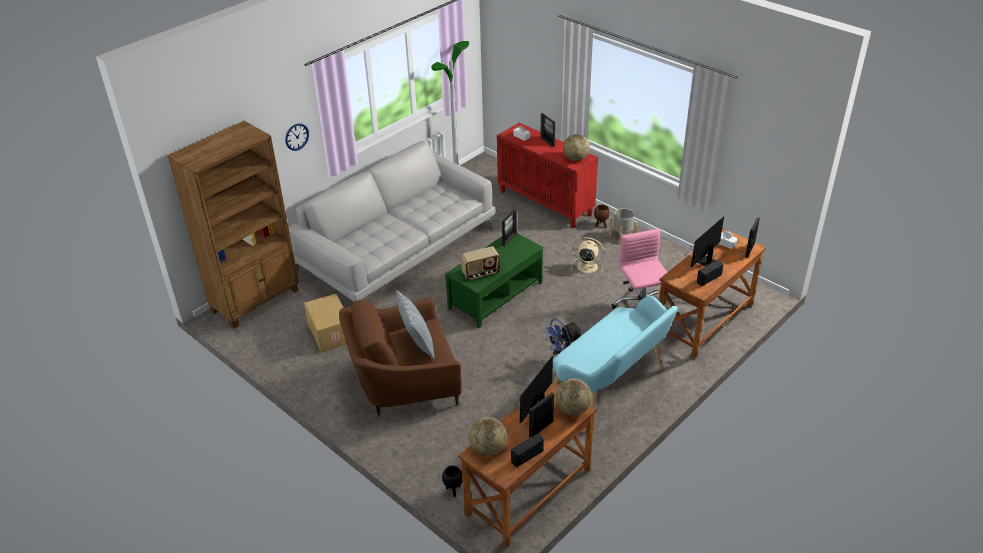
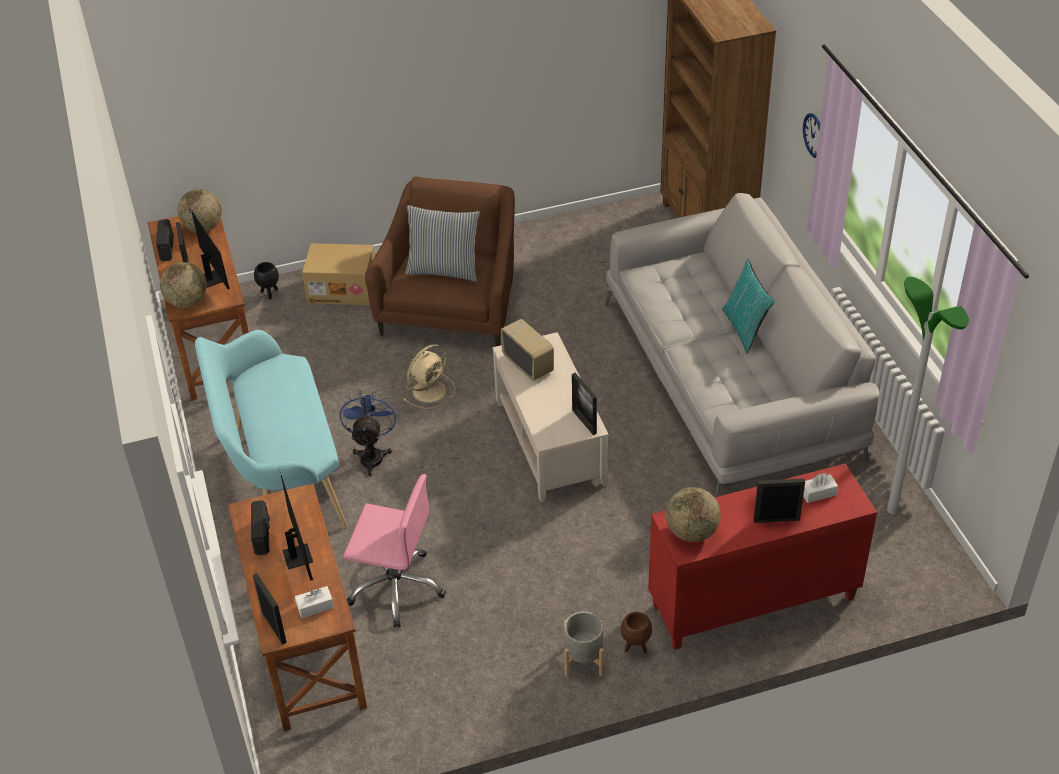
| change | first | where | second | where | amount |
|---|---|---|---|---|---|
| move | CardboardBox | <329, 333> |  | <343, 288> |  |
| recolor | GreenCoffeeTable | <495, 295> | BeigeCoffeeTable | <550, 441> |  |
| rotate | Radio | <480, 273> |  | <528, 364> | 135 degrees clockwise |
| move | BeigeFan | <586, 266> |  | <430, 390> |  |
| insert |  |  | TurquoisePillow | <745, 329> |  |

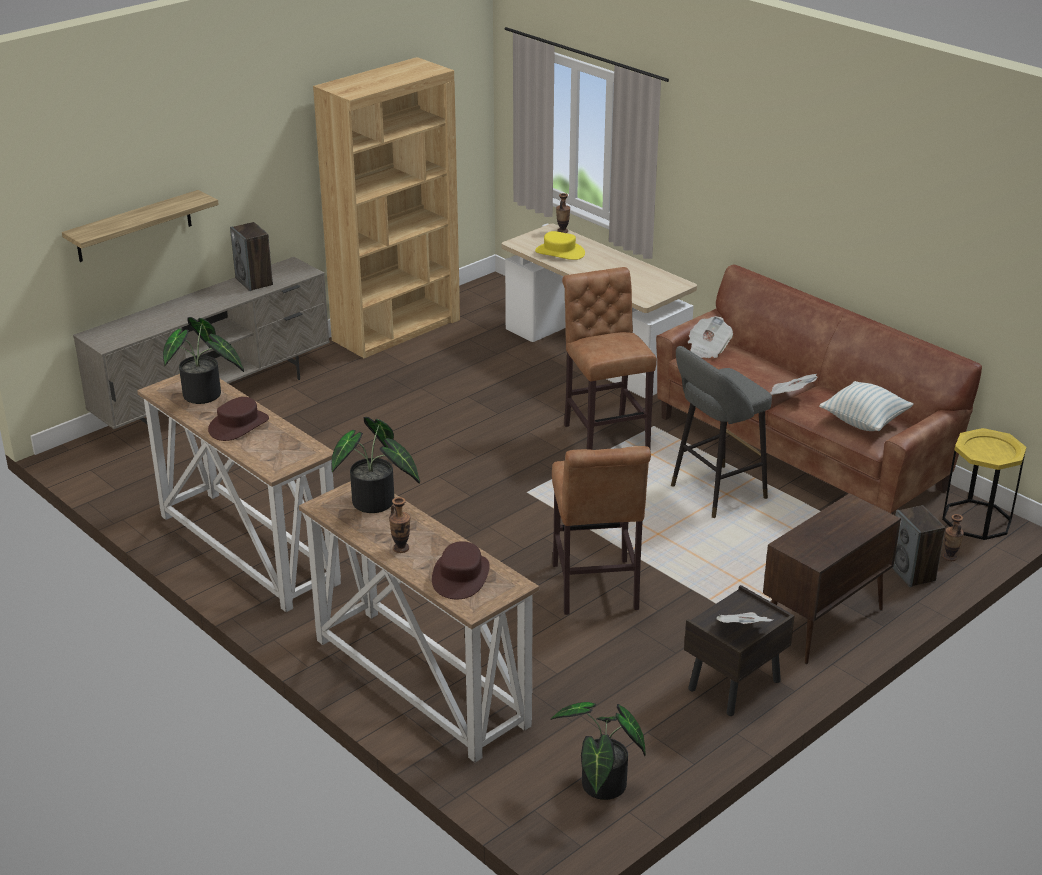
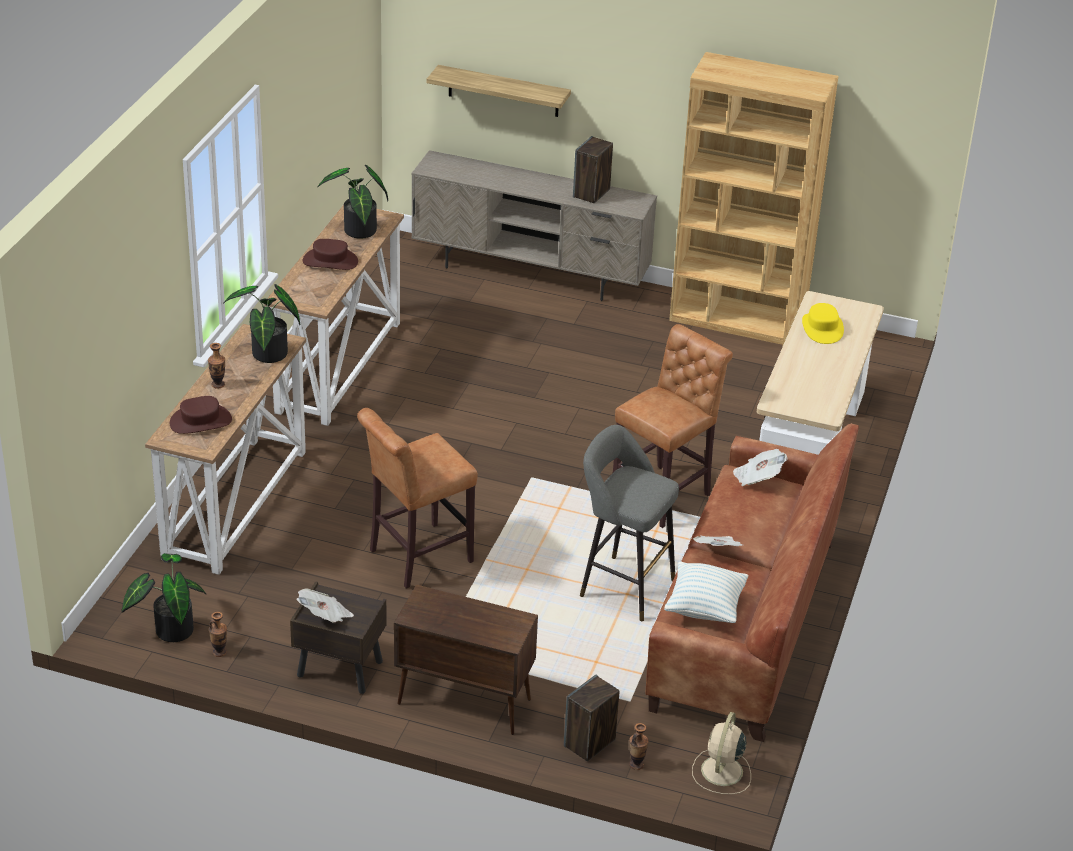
| change | first | where | second | where | amount |
|---|---|---|---|---|---|
| move | Vase | <562, 231> |  | <219, 652> |  |
| replace | YellowSideTable | <976, 520> | BeigeFan | <721, 772> |  |

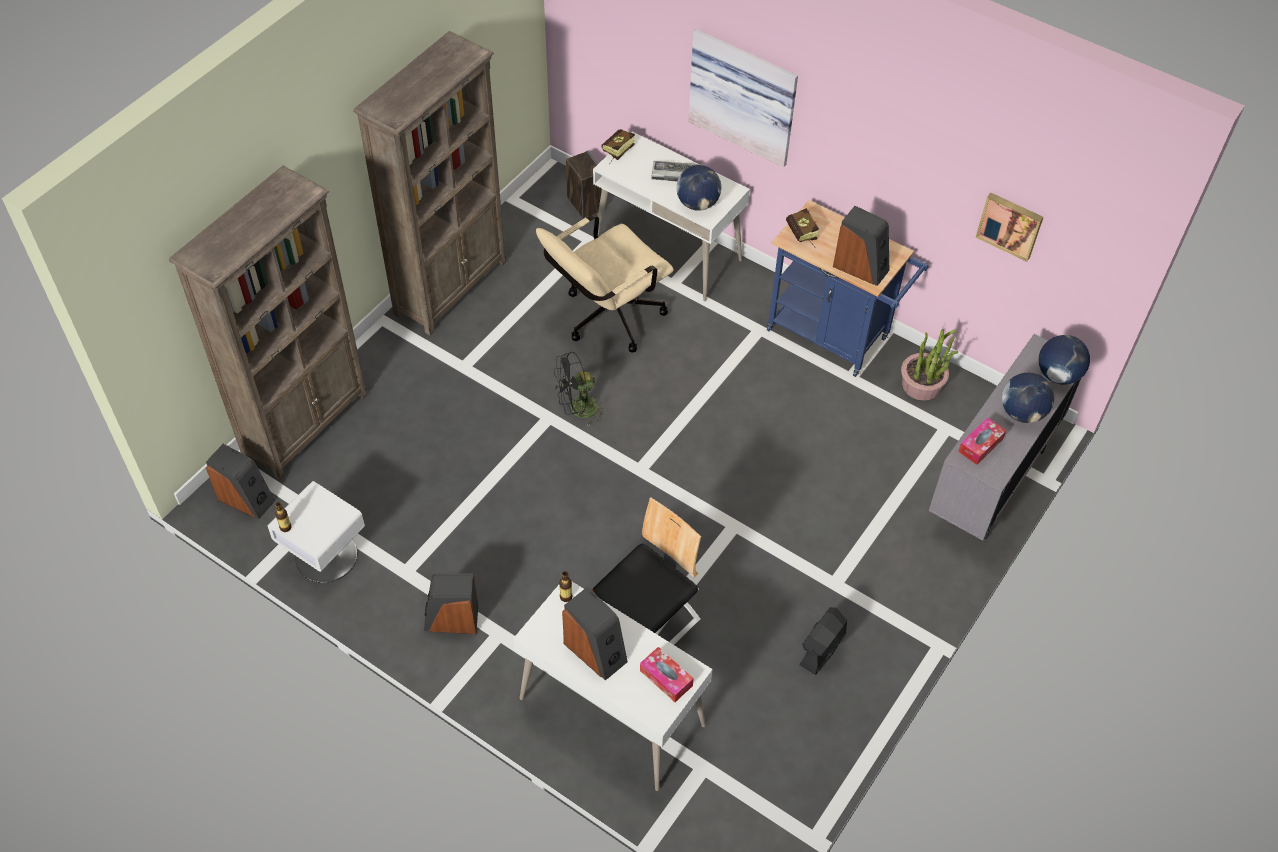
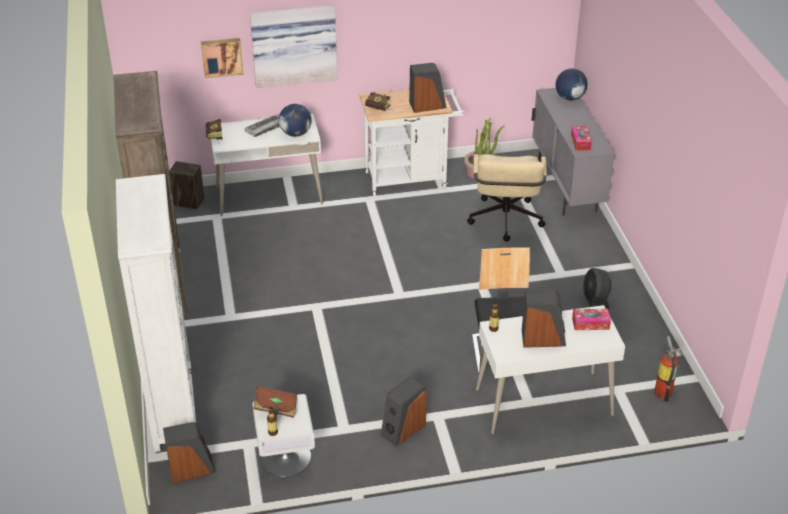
| change | first | where | second | where | amount |
|---|---|---|---|---|---|
| recolor | BrownBookcase | <306, 424> | WhiteBookcase | <173, 407> |  |
| move | BeigeOfficeChair | <605, 319> |  | <505, 223> |  |
| delete | BlackFan | <578, 410> |  |  |  |
| recolor | BlueCart | <834, 337> | WhiteCart | <410, 179> |  |
| move | Picture | <1010, 225> |  | <222, 57> |  |
| delete | Globe | <1022, 412> |  |  |  |
| insert |  |  | BrownBook | <276, 408> |  |
| insert |  |  | FireExtinguisher | <664, 391> |  |

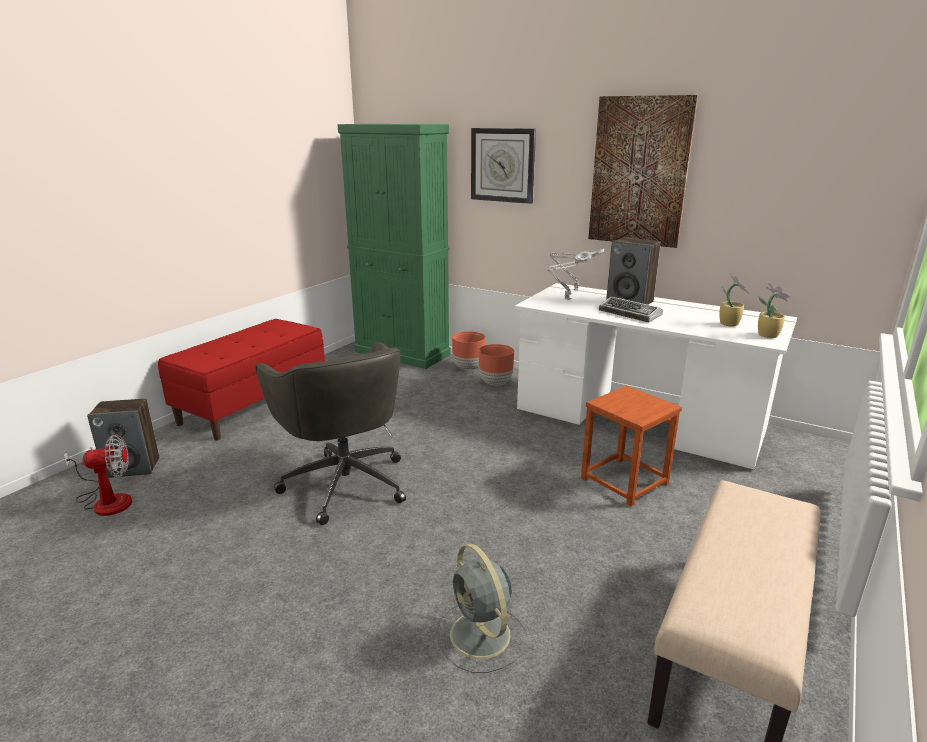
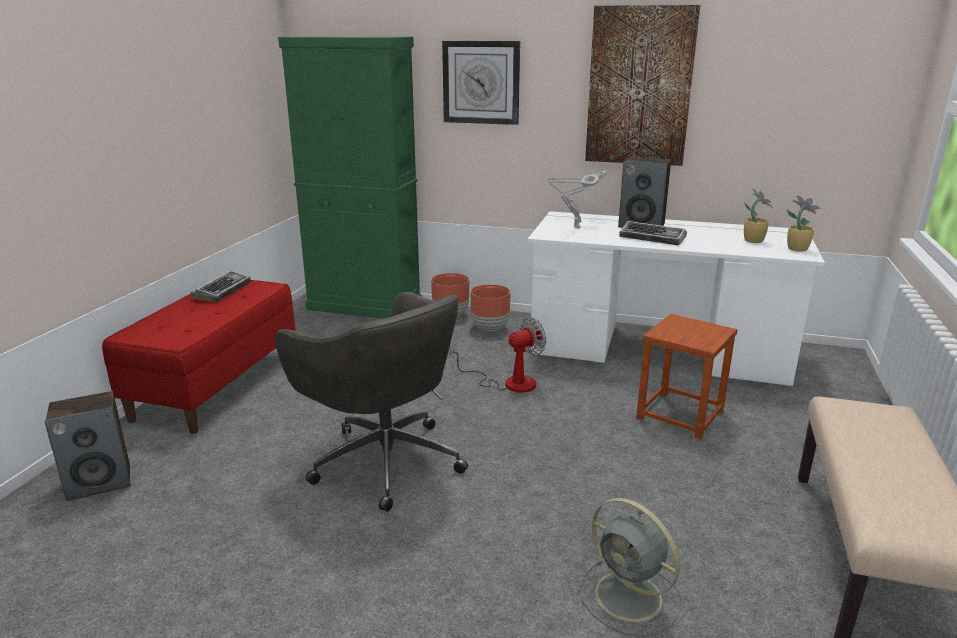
| change | first | where | second | where | amount |
|---|---|---|---|---|---|
| move | Fan | <106, 501> |  | <509, 383> |  |
| insert |  |  | Keyboard | <222, 291> |  |

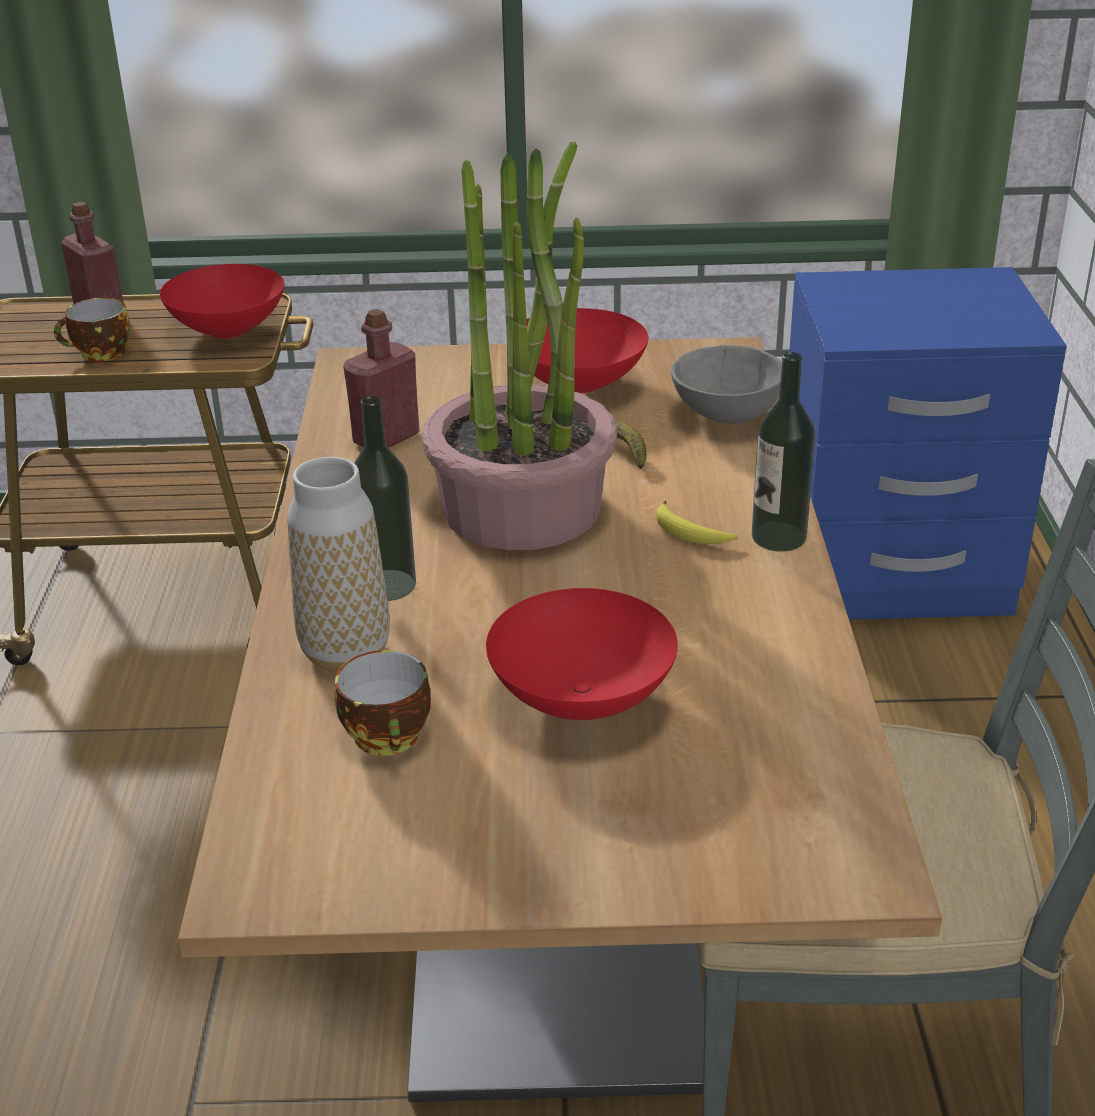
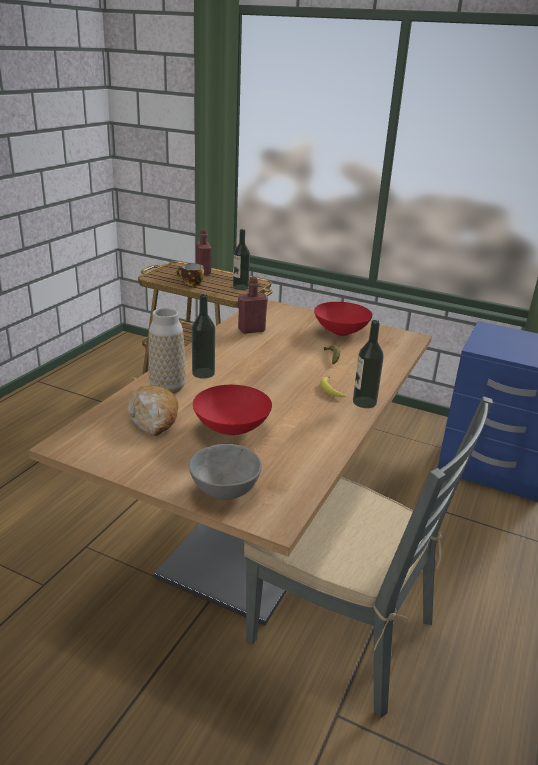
| change | first | where | second | where | amount |
|---|---|---|---|---|---|
| replace | RedBowl | <230, 330> | Bottle | <240, 287> |  |
| replace | Cup | <390, 738> | Bread | <154, 417> |  |
| delete | PottedPlant | <522, 506> |  |  |  |
| move | GreyBowl | <725, 417> |  | <223, 491> |  |

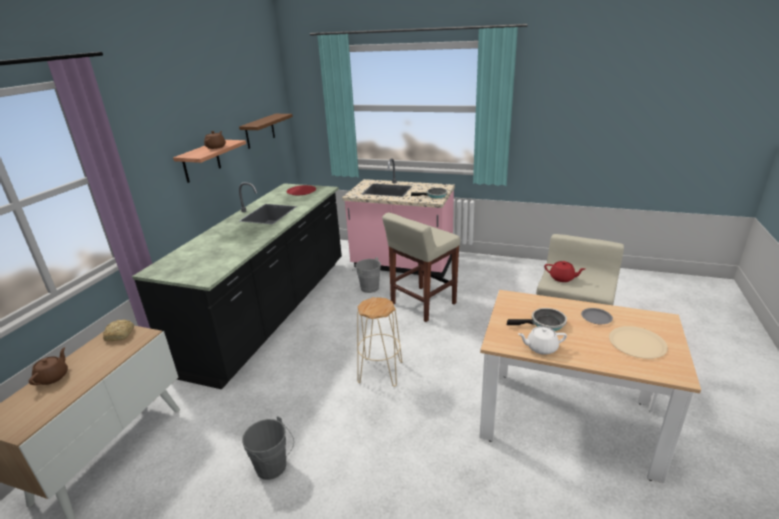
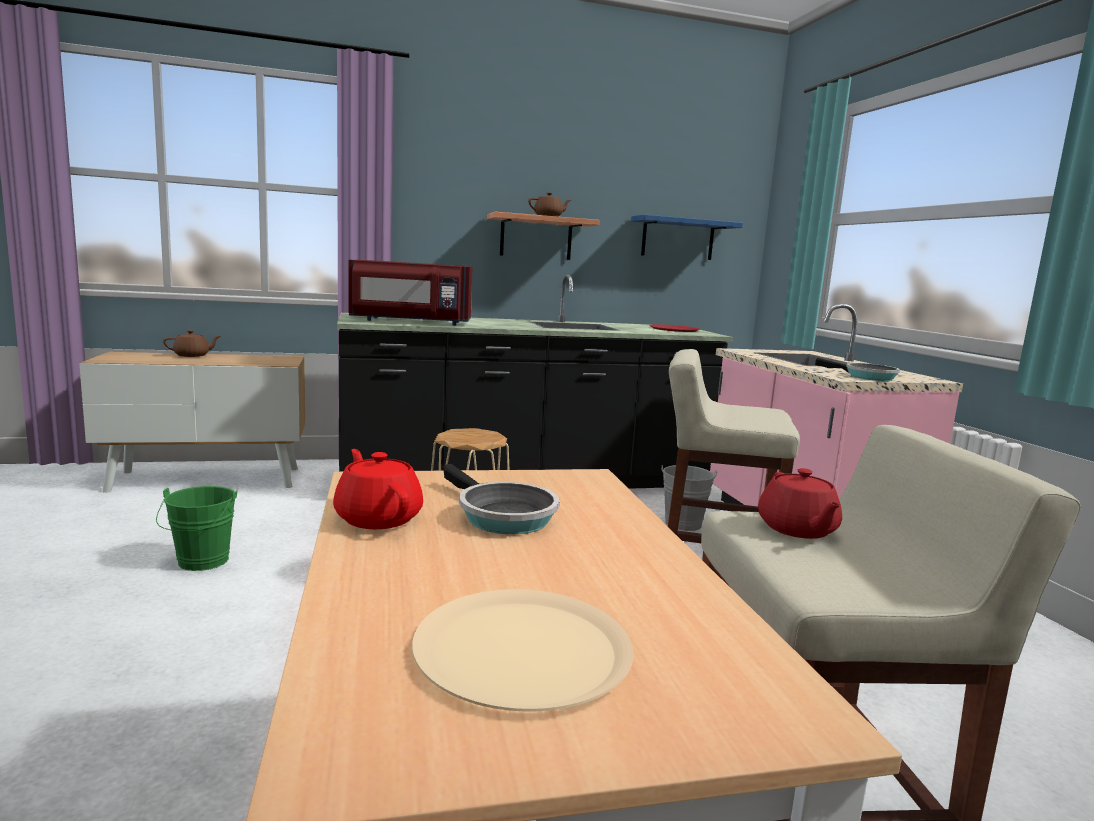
| change | first | where | second | where | amount |
|---|---|---|---|---|---|
| delete | Bread | <120, 334> |  |  |  |
| recolor | BrownShelf | <260, 131> | BlueShelf | <677, 239> |  |
| recolor | GreyBucket | <274, 468> | GreenBucket | <201, 563> |  |
| recolor | WhiteTeapot | <541, 348> | RedTeapot | <378, 518> |  |
| delete | GreyPlate | <596, 318> |  |  |  |
| insert |  |  | RedMicrowave | <410, 322> |  |

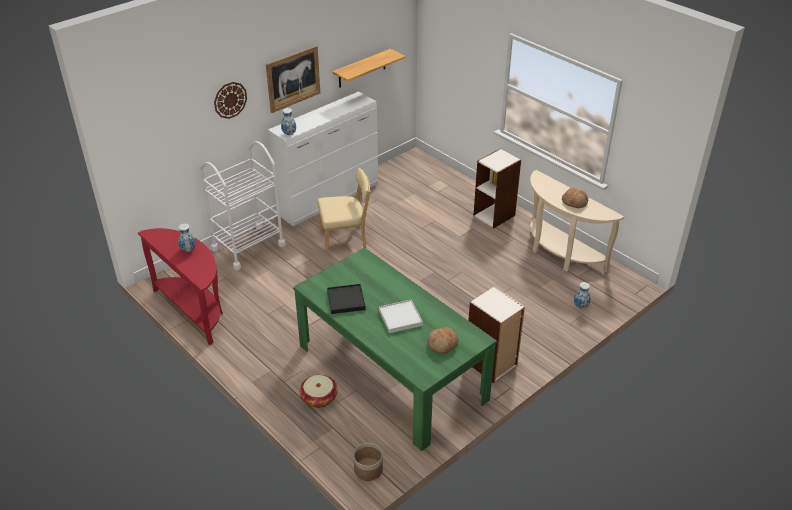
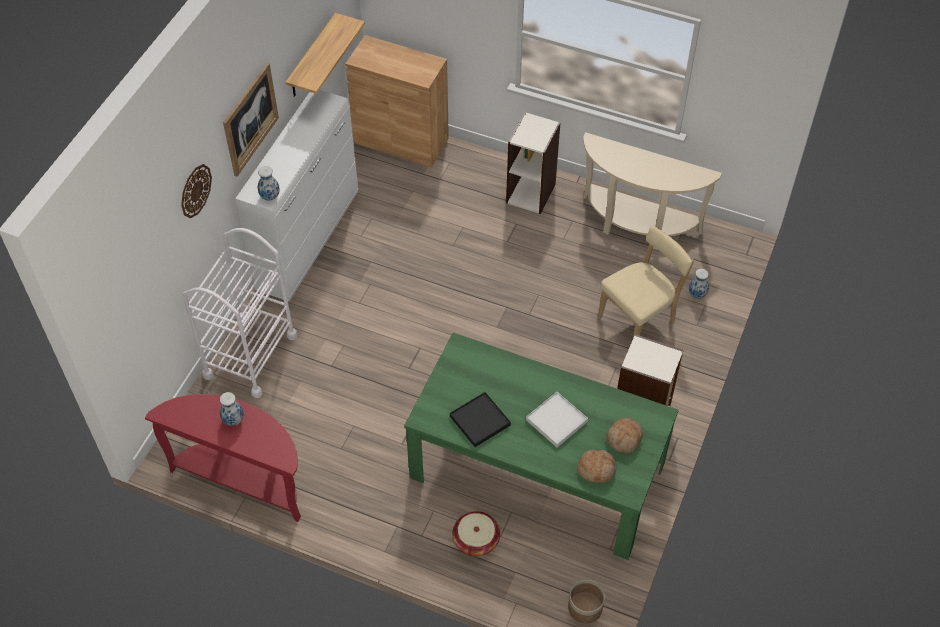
| change | first | where | second | where | amount |
|---|---|---|---|---|---|
| move | BeigeChair | <345, 240> |  | <639, 318> |  |
| move | Bread | <574, 202> |  | <596, 469> |  |
| insert |  |  | BrownCabinet | <401, 140> |  |

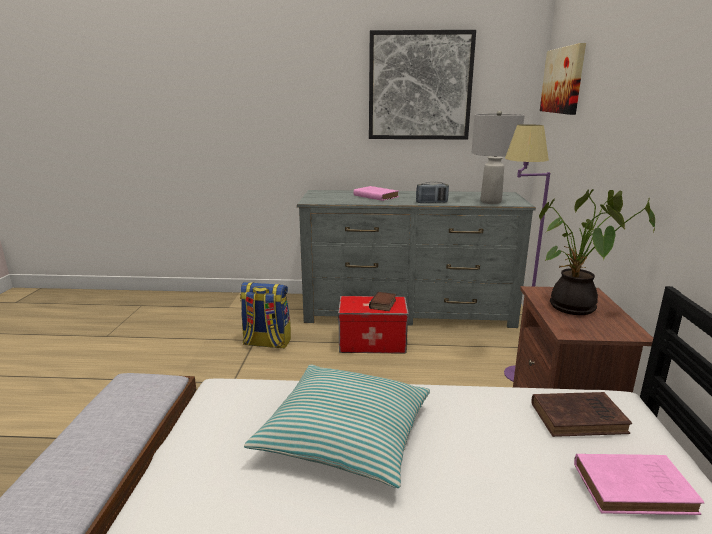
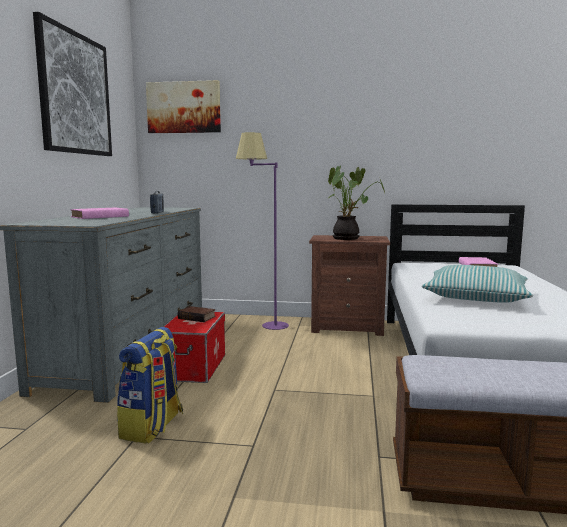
| change | first | where | second | where | amount |
|---|---|---|---|---|---|
| delete | GreyTableLamp | <490, 202> |  |  |  |
| delete | BrownBook | <580, 418> |  |  |  |

